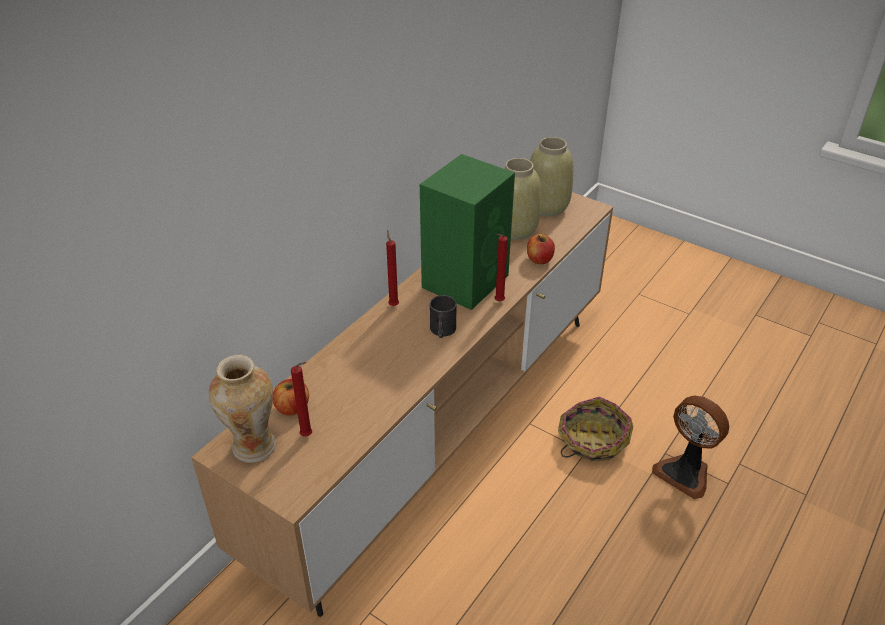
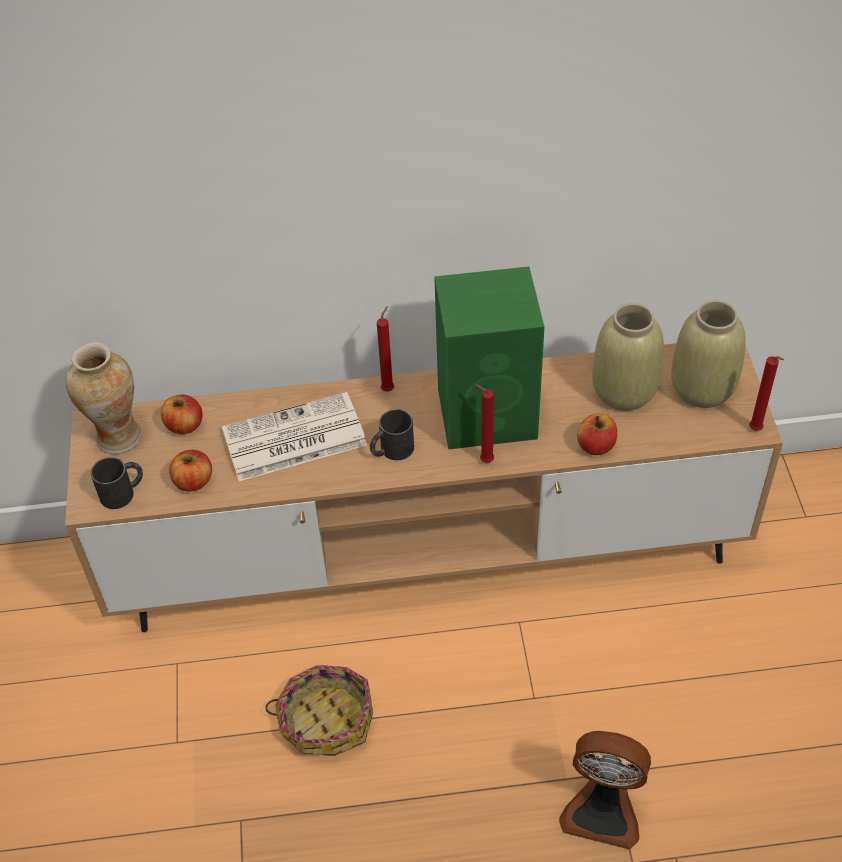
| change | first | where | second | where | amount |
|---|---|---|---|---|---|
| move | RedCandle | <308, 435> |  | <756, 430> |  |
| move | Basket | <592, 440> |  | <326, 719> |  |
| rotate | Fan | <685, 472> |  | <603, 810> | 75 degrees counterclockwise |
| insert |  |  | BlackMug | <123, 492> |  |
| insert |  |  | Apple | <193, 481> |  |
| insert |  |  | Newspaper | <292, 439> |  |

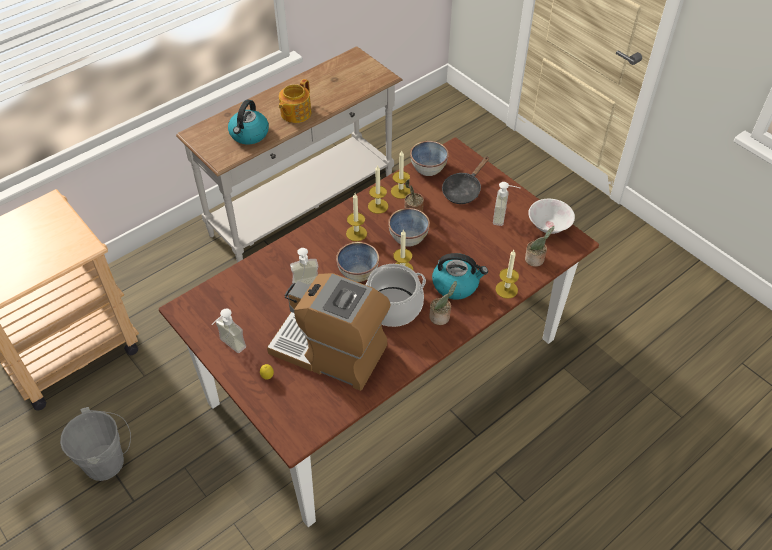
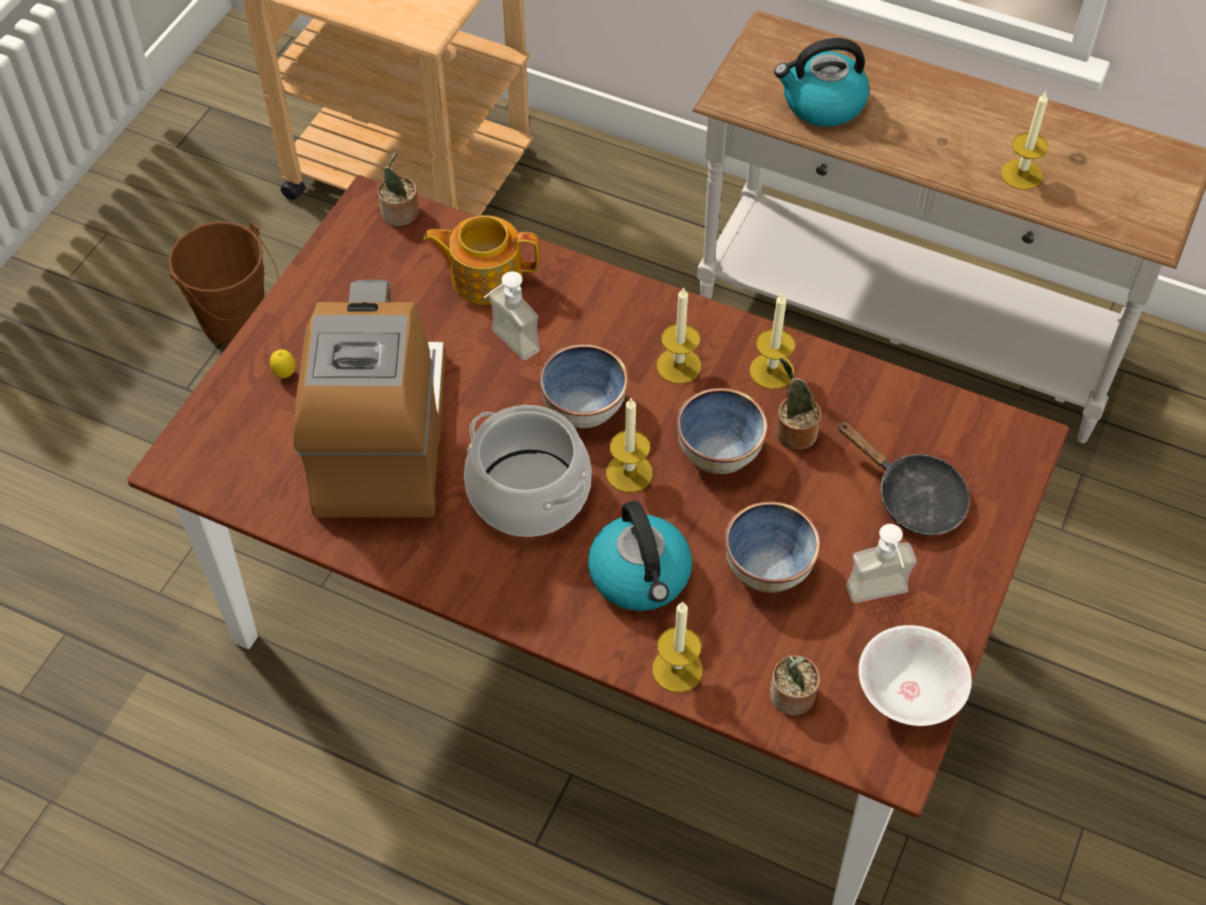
| change | first | where | second | where | amount |
|---|---|---|---|---|---|
| recolor | GreyBucket | <109, 461> | BrownBucket | <238, 324> |  |
| delete | SoapDispenser | <228, 346> |  |  |  |
| move | Teapot | <295, 113> |  | <485, 276> |  |
| move | Candle | <400, 191> |  | <1021, 174> |  |
| move | Bowl | <428, 168> |  | <769, 566> |  |
| move | PottedPlant | <441, 317> |  | <400, 214> |  |
| rotate | BlackFryingPan | <463, 190> |  | <912, 497> | 150 degrees counterclockwise |

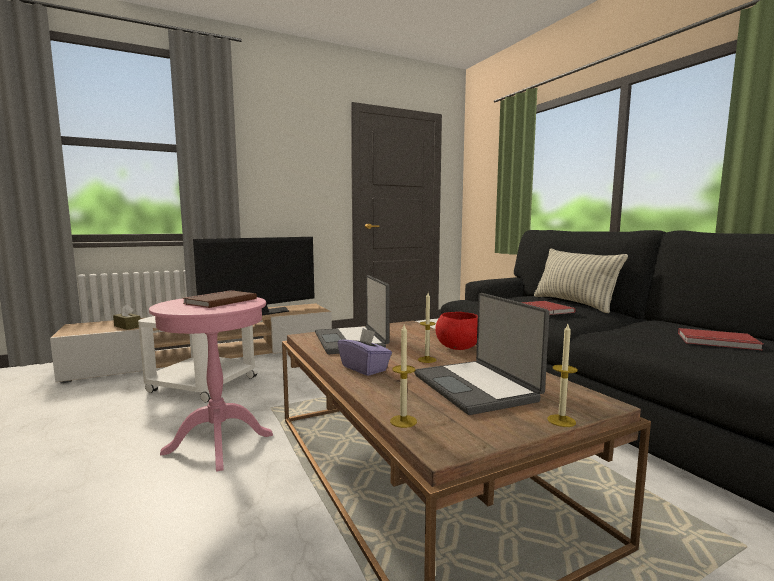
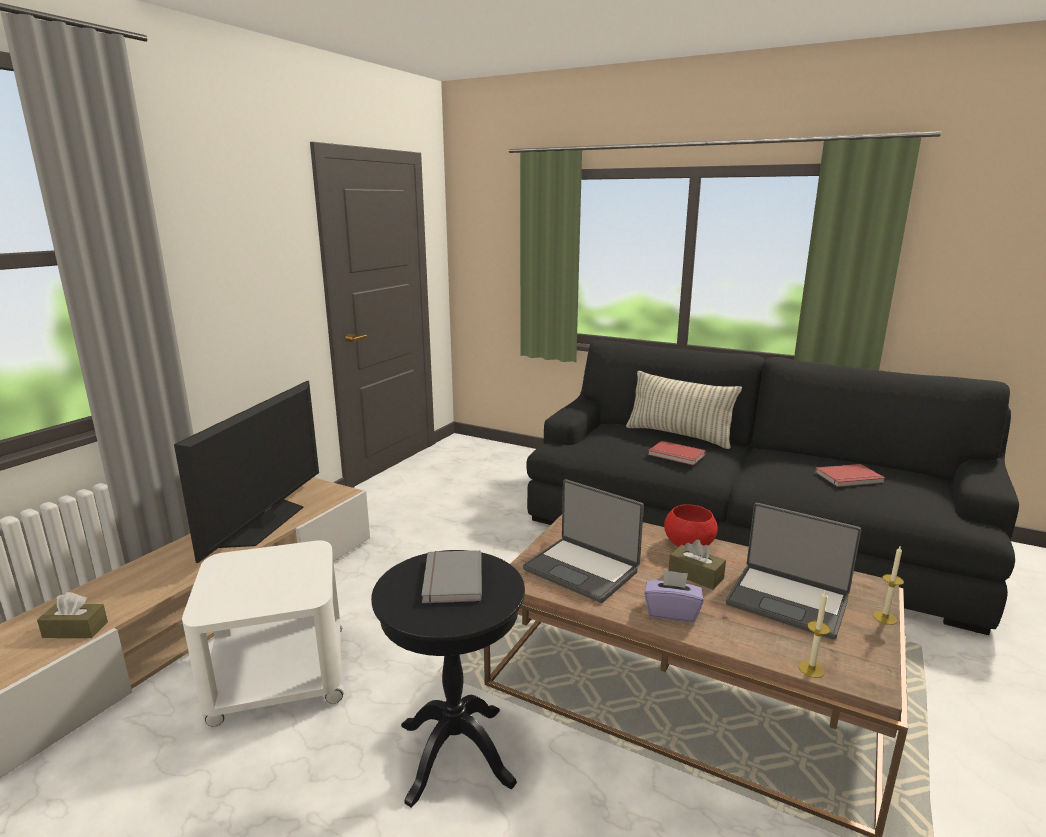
| change | first | where | second | where | amount |
|---|---|---|---|---|---|
| recolor | PinkSideTable | <219, 443> | BlackSideTable | <456, 753> |  |
| recolor | BrownBook | <219, 301> | GreyBook | <450, 579> |  |
| replace | Candle | <427, 360> | BrownTissueBox | <695, 575> |  |

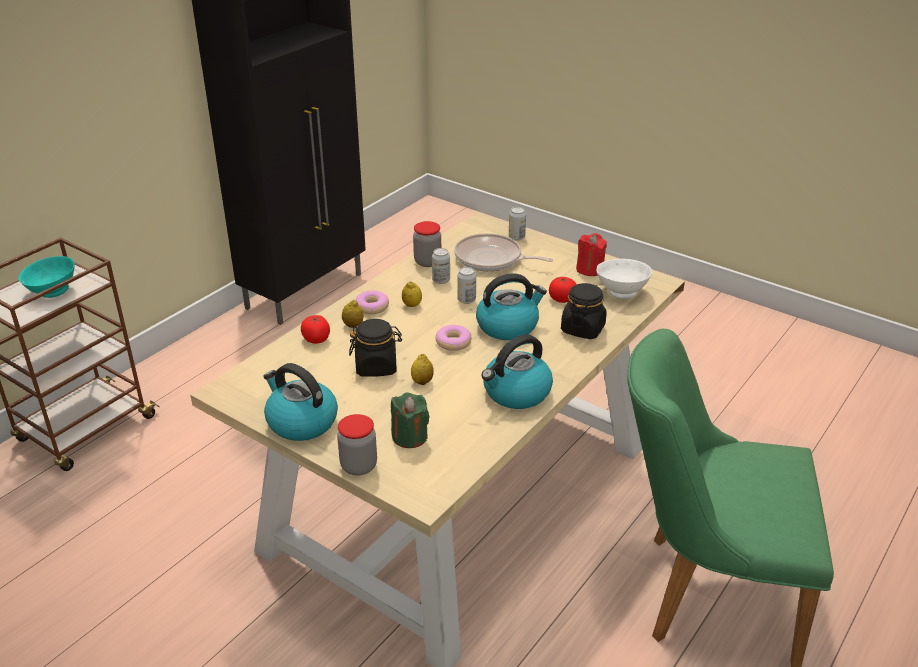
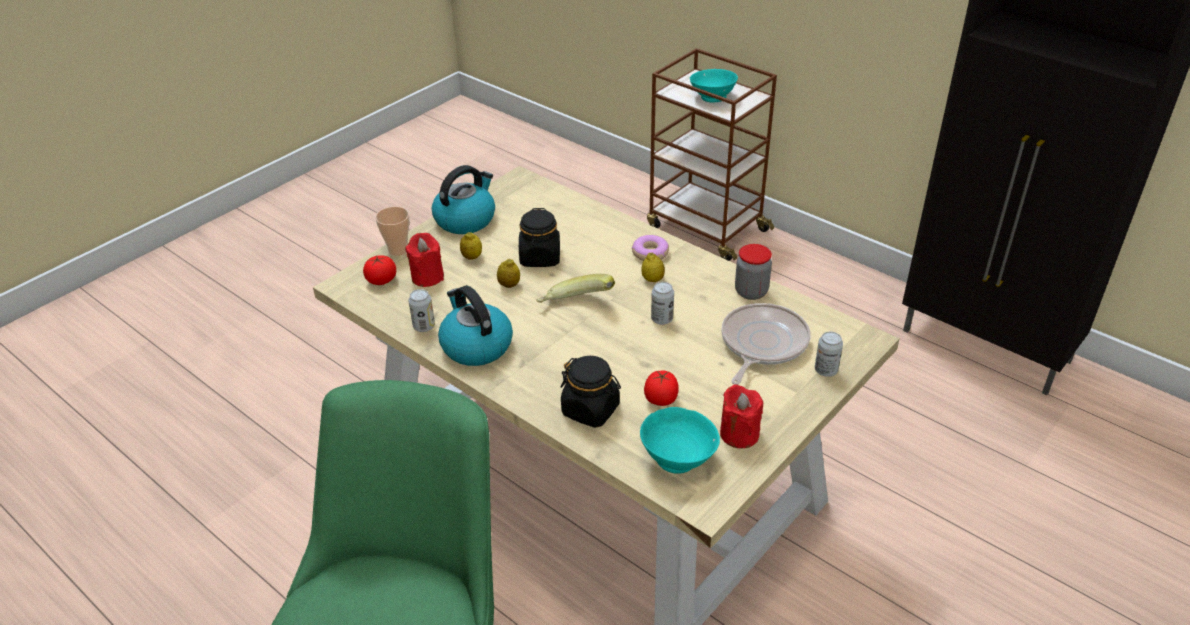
| change | first | where | second | where | amount |
|---|---|---|---|---|---|
| move | Tomato | <316, 339> |  | <381, 280> |  |
| replace | Jar | <359, 466> | Cup | <398, 250> |  |
| move | Lemon | <353, 325> |  | <472, 257> |  |
| recolor | GreenCandle | <409, 437> | RedCandle | <427, 277> |  |
| move | Can | <441, 280> |  | <424, 326> |  |
| replace | Donut | <453, 342> | Banana | <575, 306> |  |
| delete | Kettle | <508, 326> |  |  |  |
| recolor | WhiteBowl | <622, 291> | TurquoiseBowl | <679, 460> |  |

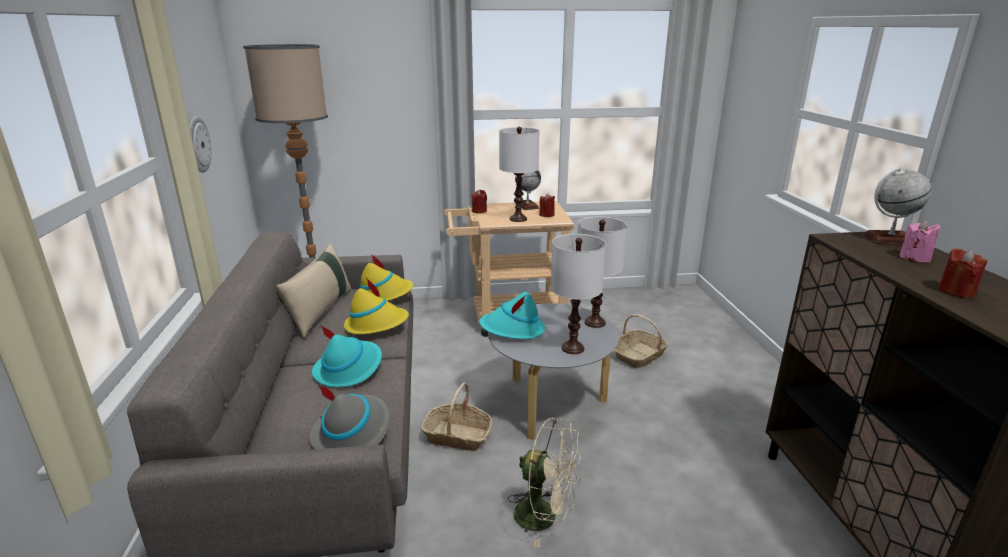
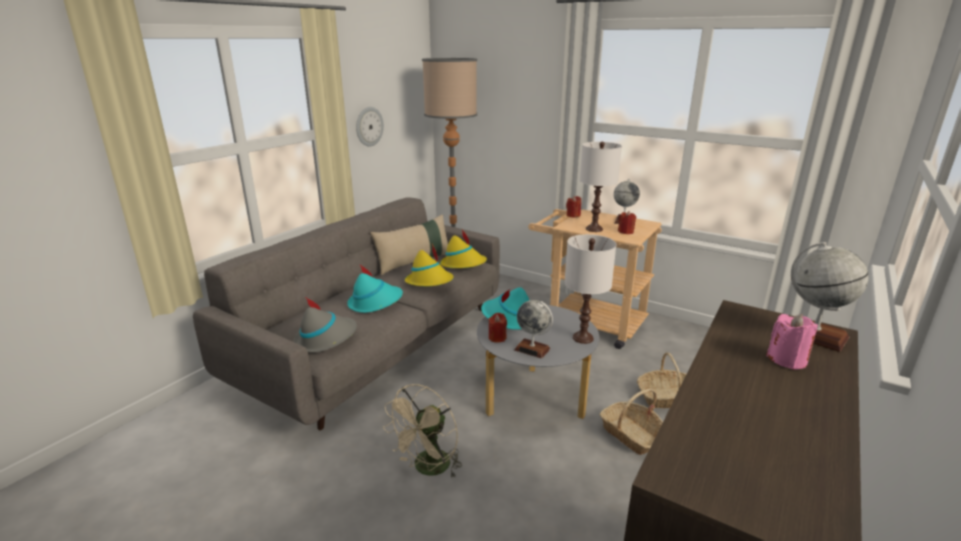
| change | first | where | second | where | amount |
|---|---|---|---|---|---|
| move | Basket | <457, 436> |  | <632, 435> |  |
| rotate | BeigeFan | <545, 517> |  | <428, 469> | 60 degrees clockwise |
| replace | WhiteTableLamp | <573, 348> | Globe | <532, 349> |  |
| move | RedCandle | <956, 291> |  | <497, 338> |  |

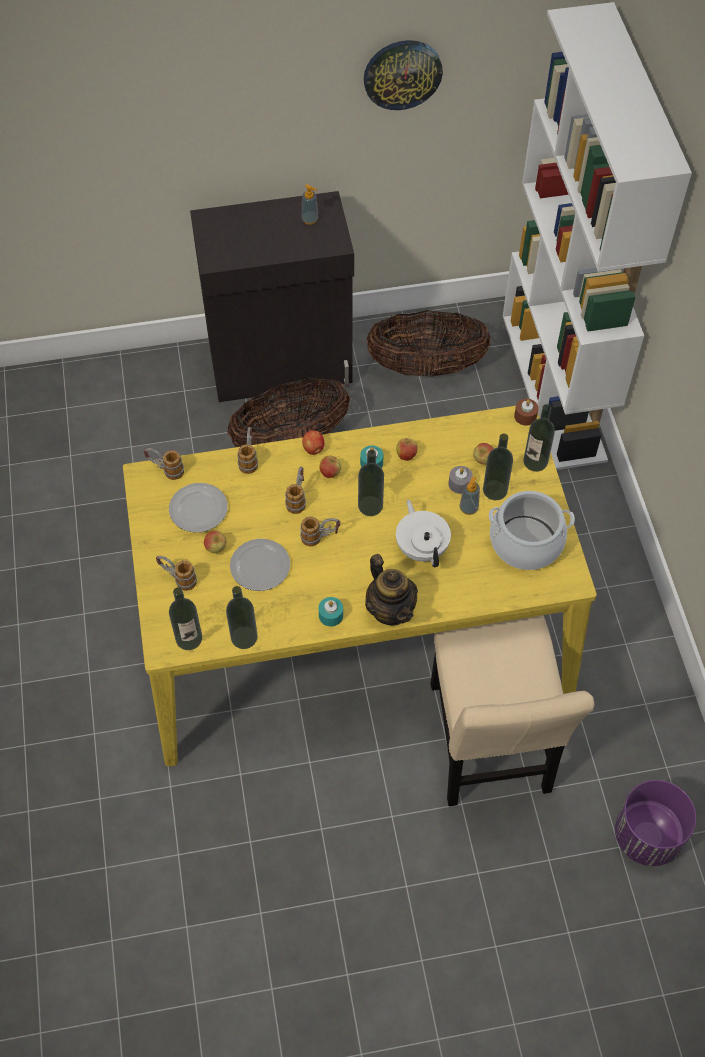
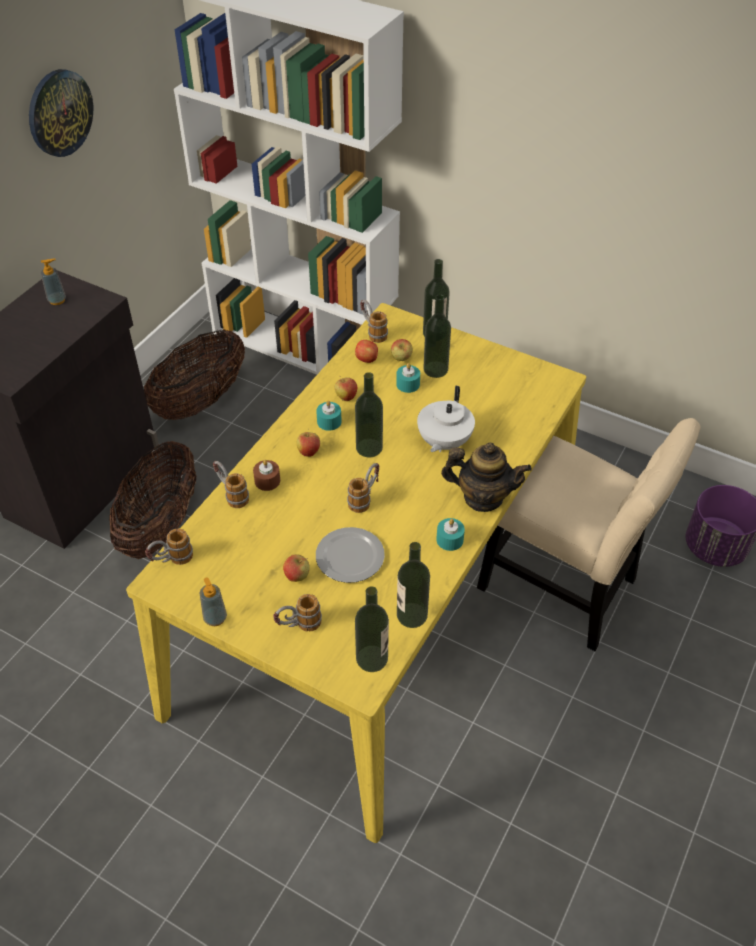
| change | first | where | second | where | amount |
|---|---|---|---|---|---|
| delete | Plate | <198, 509> |  |  |  |
| move | Mug | <298, 498> |  | <372, 332> |  |
| move | Apple | <313, 449> |  | <367, 359> |  |
| rotate | WhiteTeapot | <422, 548> |  | <443, 442> | 90 degrees counterclockwise |
| recolor | GreyCandle | <460, 484> | TurquoiseCandle | <408, 384> |  |
| move | SoapDispenser | <468, 508> |  | <215, 618> |  |
| delete | CookingPot | <525, 542> |  |  |  |
| move | BrownCandle | <525, 416> |  | <267, 481> |  |

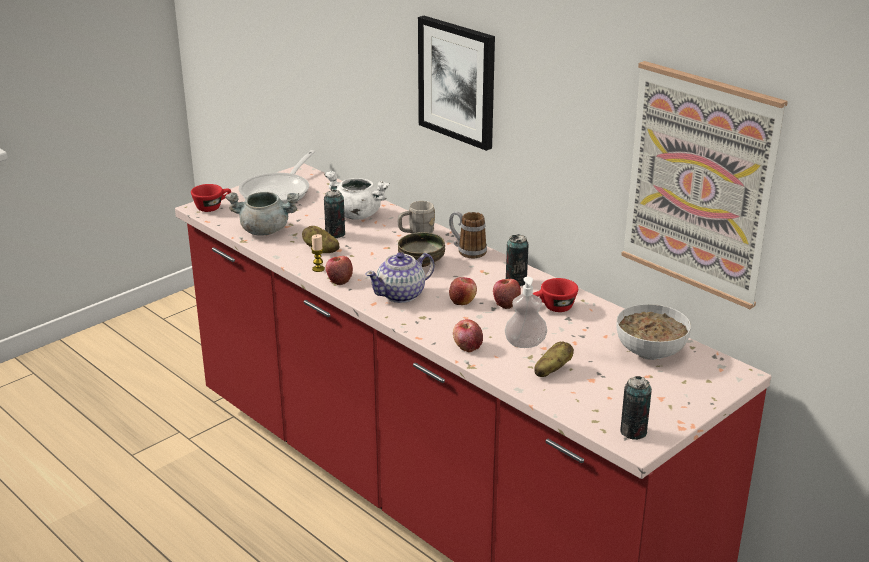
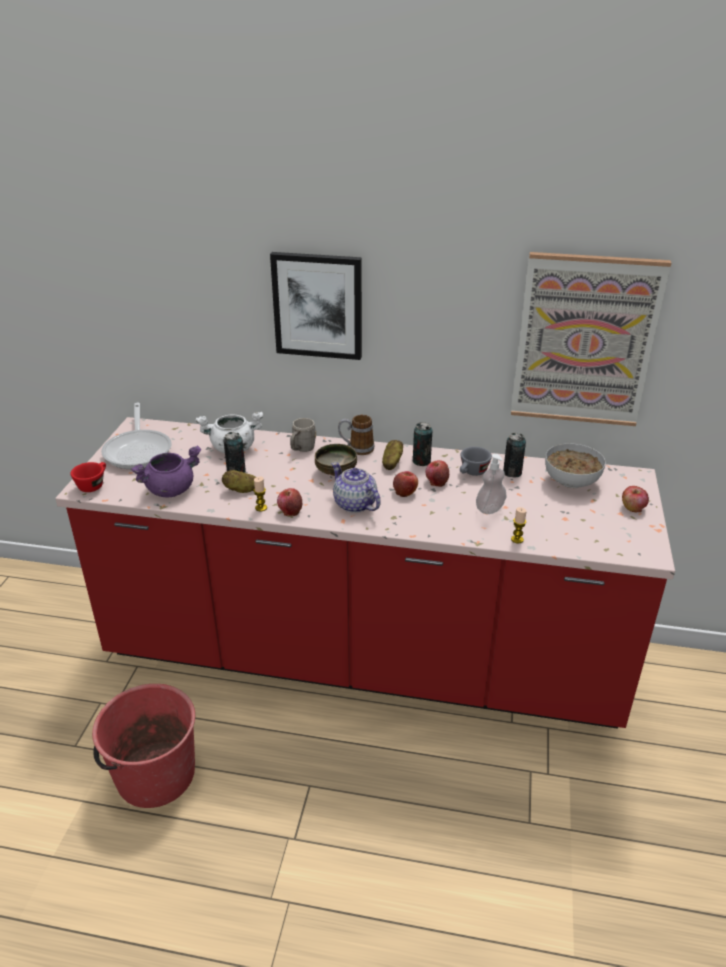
| change | first | where | second | where | amount |
|---|---|---|---|---|---|
| recolor | GreyCookingPot | <265, 230> | PurpleCookingPot | <170, 489> |  |
| rotate | Teapot | <401, 295> |  | <355, 505> | 120 degrees clockwise |
| move | Apple | <467, 346> |  | <633, 508> |  |
| recolor | RedCup | <553, 308> | GreyCup | <472, 473> |  |
| move | Potato | <552, 370> |  | <391, 463> |  |
| move | Can | <633, 432> |  | <512, 473> |  |
| insert |  |  | RedBucket | <154, 774> |  |
| insert |  |  | Candle | <517, 539> |  |

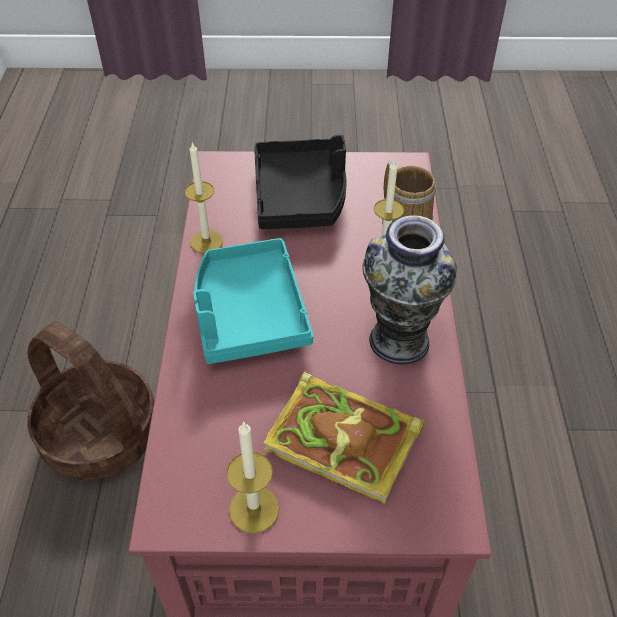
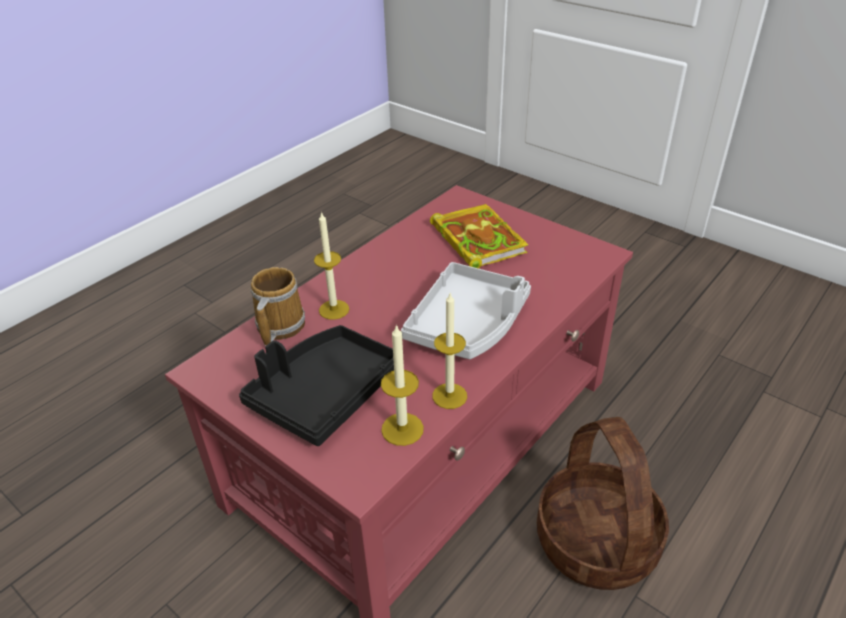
| change | first | where | second | where | amount |
|---|---|---|---|---|---|
| recolor | TurquoiseTray | <248, 313> | GreyTray | <468, 324> |  |
| move | Candle | <254, 509> |  | <402, 429> |  |
| delete | Vase | <399, 341> |  |  |  |

